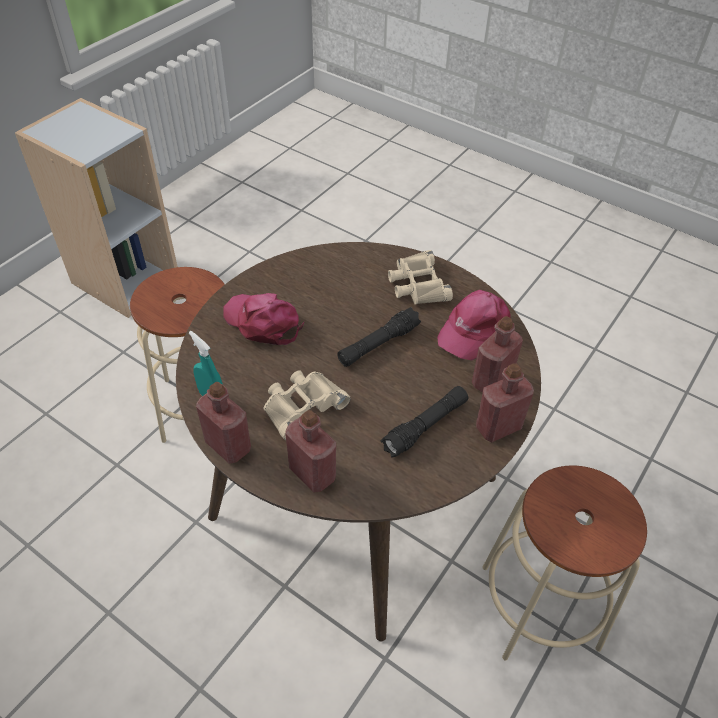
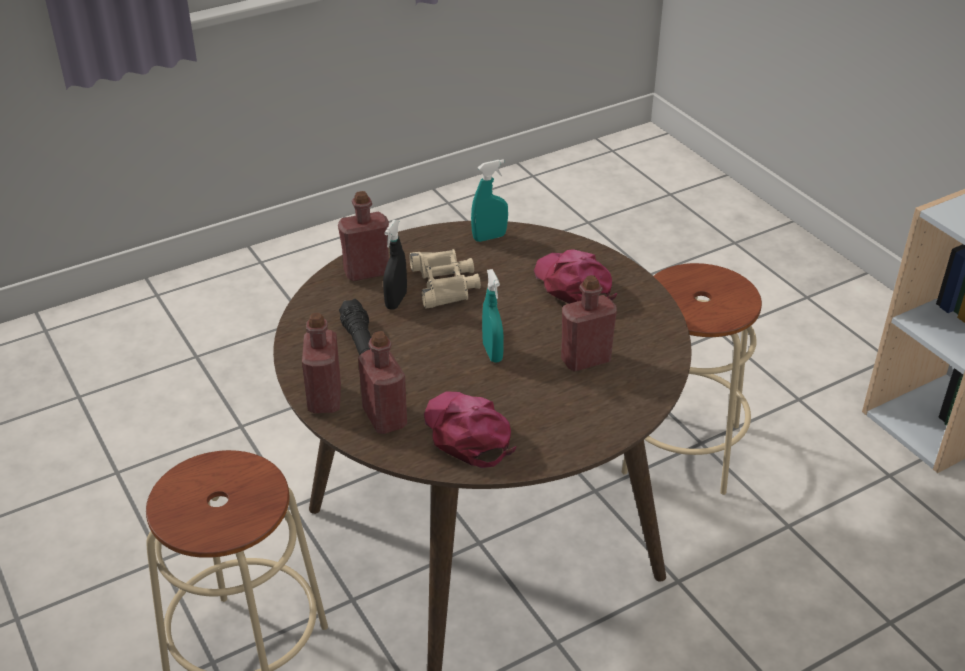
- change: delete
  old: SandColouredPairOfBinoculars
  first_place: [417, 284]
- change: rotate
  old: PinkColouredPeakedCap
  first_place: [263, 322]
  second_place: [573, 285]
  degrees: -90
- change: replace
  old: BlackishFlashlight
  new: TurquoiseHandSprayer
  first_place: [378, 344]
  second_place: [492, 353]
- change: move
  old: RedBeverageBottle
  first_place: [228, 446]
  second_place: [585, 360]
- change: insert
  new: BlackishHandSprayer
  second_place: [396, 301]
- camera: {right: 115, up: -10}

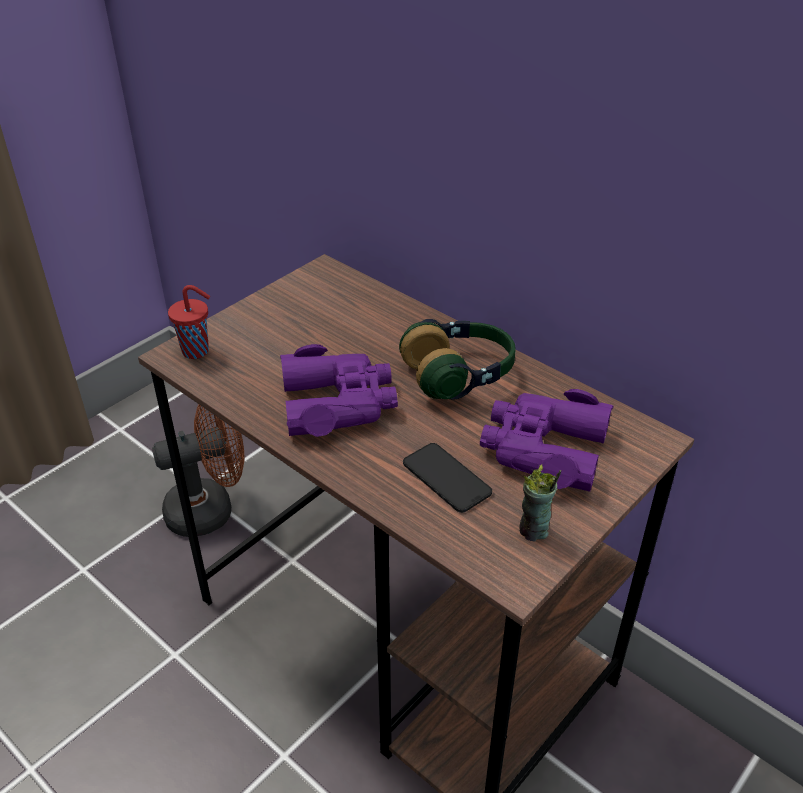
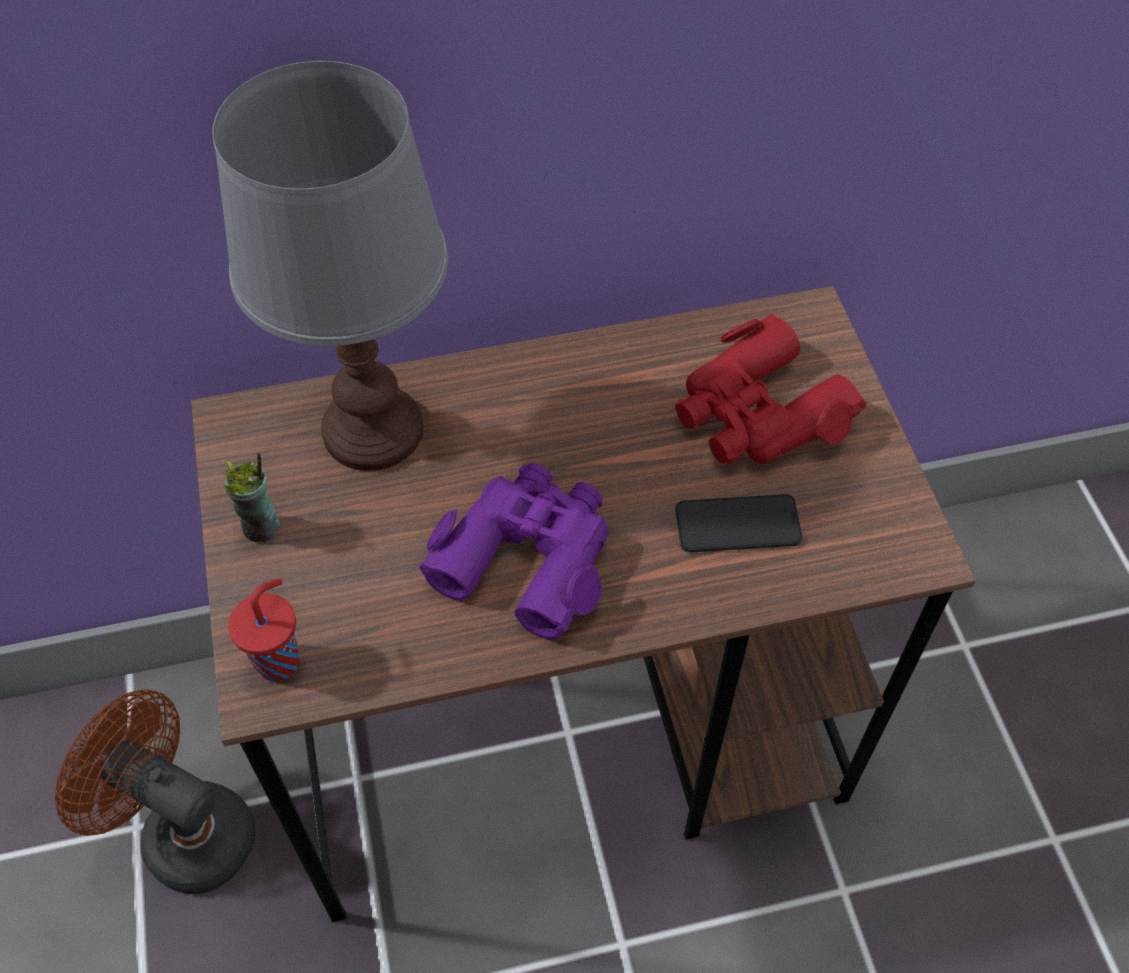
- change: delete
  old: Headphones
  first_place: [459, 375]
- change: recolor
  old: PurpleColouredPairOfBinoculars
  new: RedPairOfBinoculars
  first_place: [543, 449]
  second_place: [758, 413]
- change: rotate
  old: BrownColouredCoolingFan
  first_place: [210, 509]
  second_place: [184, 831]
  degrees: -75
- change: move
  old: DrinkingCup
  first_place: [533, 531]
  second_place: [262, 528]
- change: insert
  new: GreyTableLamp
  second_place: [372, 431]
- camera: {right: -55, up: 15}

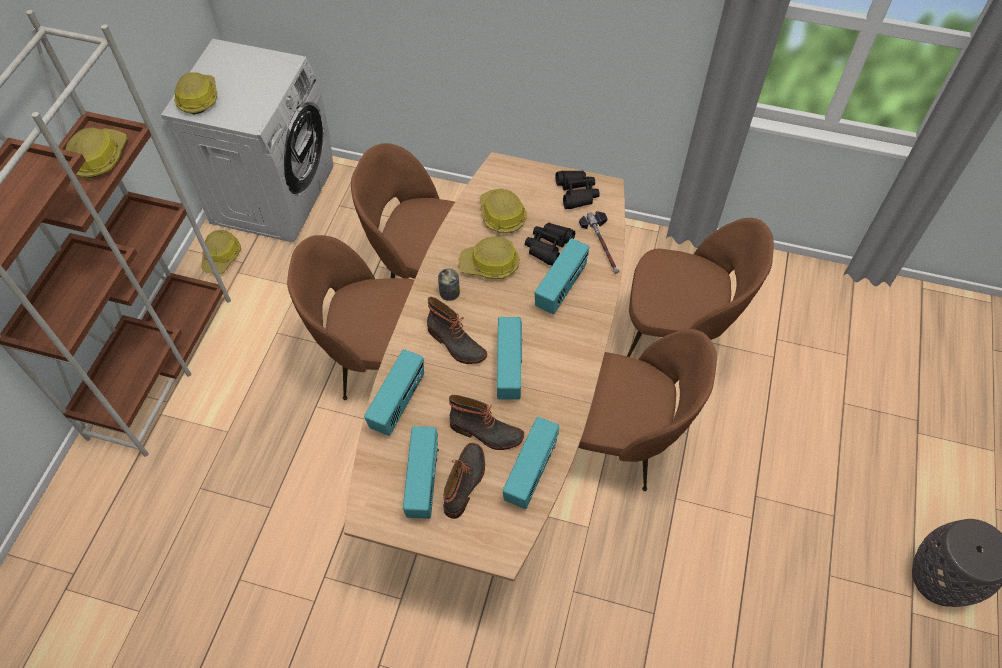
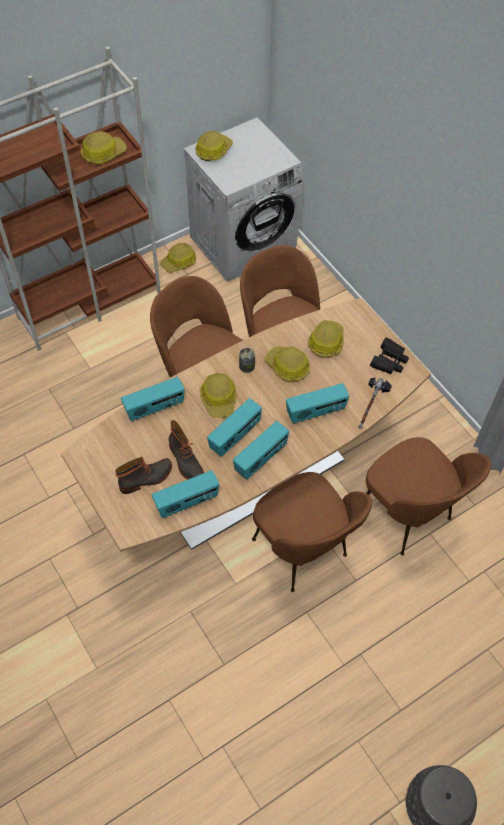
- change: delete
  old: BlackishPairOfBinoculars
  first_place: [548, 246]
- change: replace
  old: Boot
  new: HardHat
  first_place: [455, 344]
  second_place: [219, 399]
- change: move
  old: RadioSet
  first_place: [423, 482]
  second_place: [261, 459]
- camera: {right: 40, up: 0}

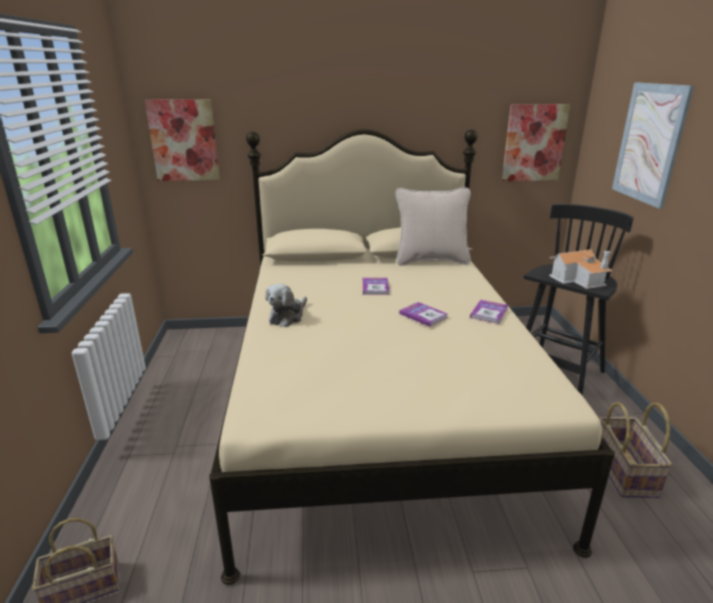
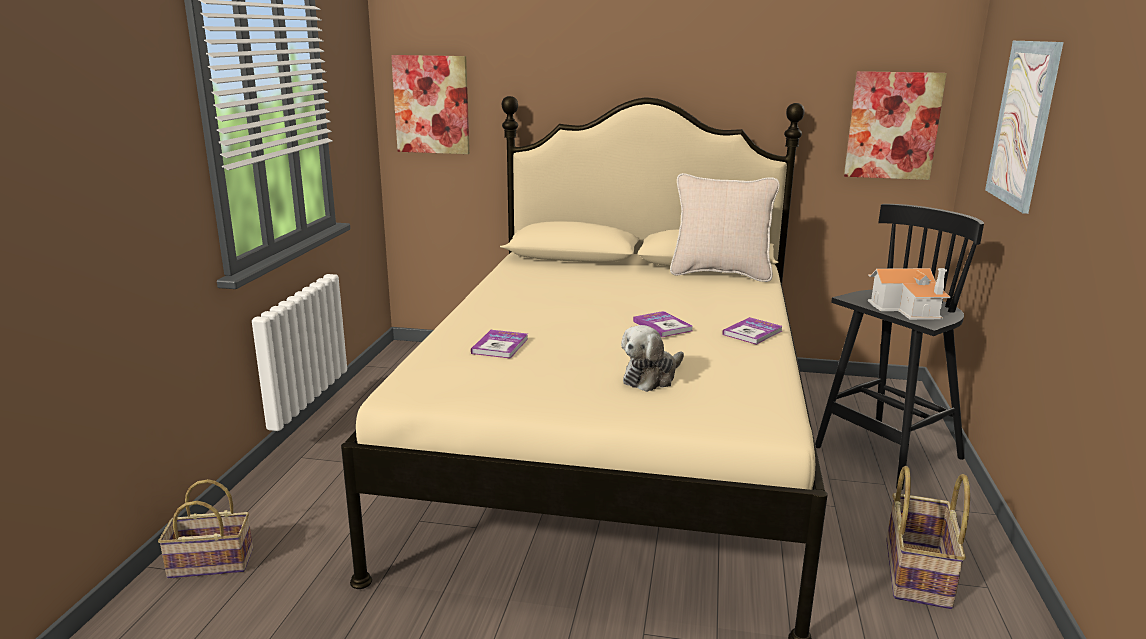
- change: move
  old: Book
  first_place: [375, 287]
  second_place: [500, 346]
- change: move
  old: CuddlyToy
  first_place: [287, 316]
  second_place: [651, 377]
- camera: {right: 15, up: -5}

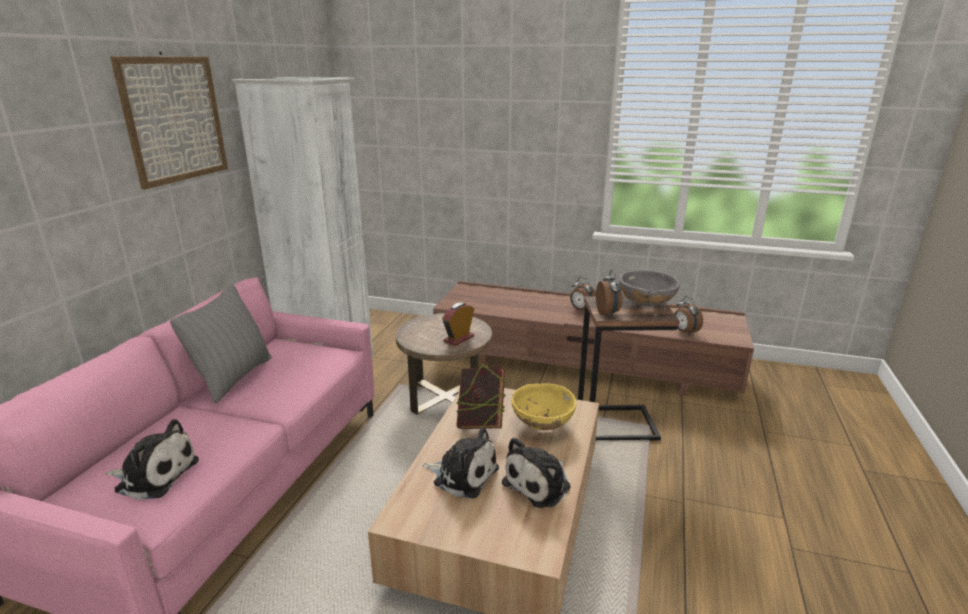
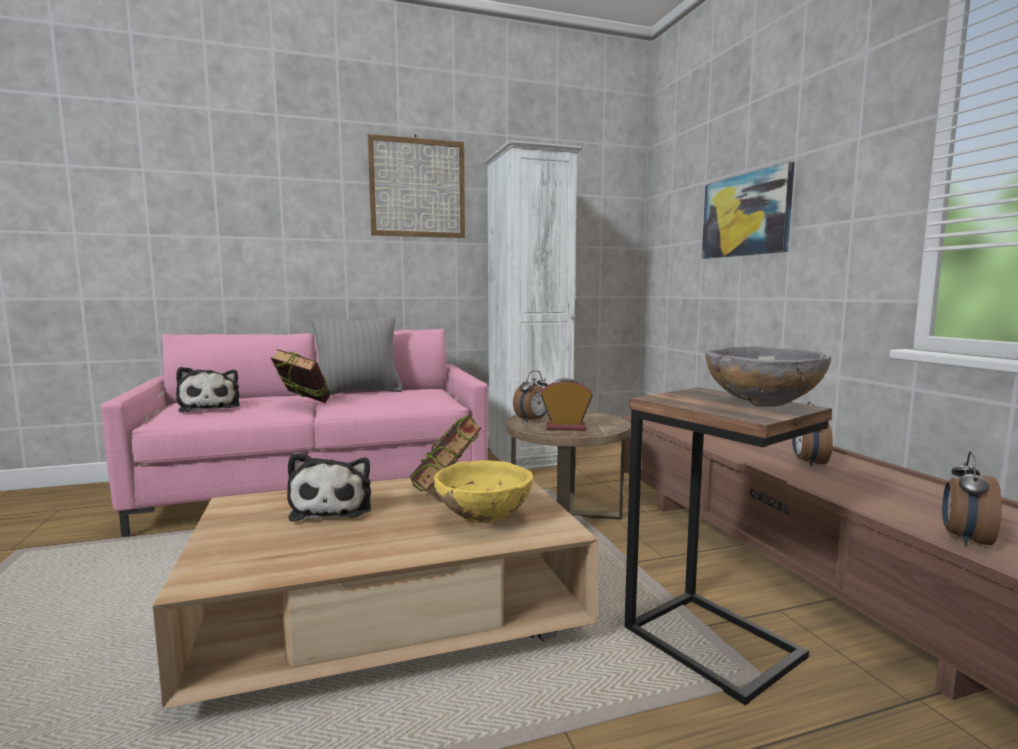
- change: move
  old: TableClock
  first_place: [608, 313]
  second_place: [533, 420]
- change: delete
  old: CuddlyToy
  first_place: [539, 484]
- change: insert
  new: Picture
  second_place: [745, 215]
- change: insert
  new: Book
  second_place: [303, 405]
- camera: {right: 55, up: -15}

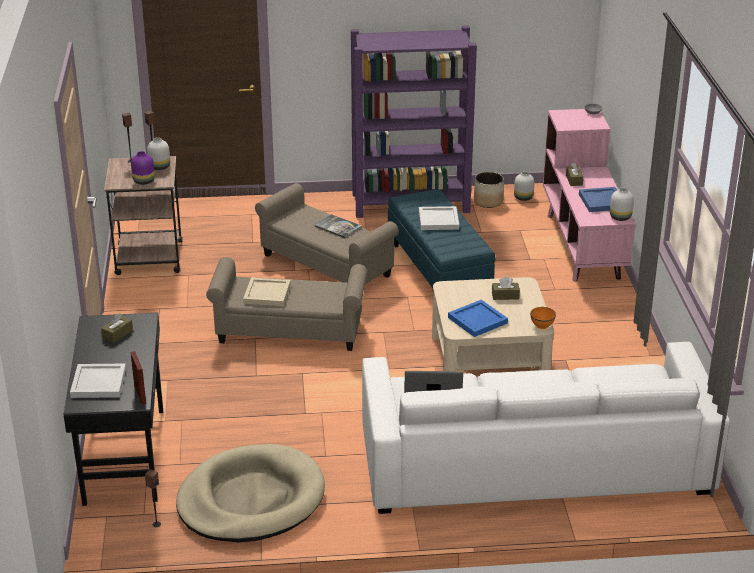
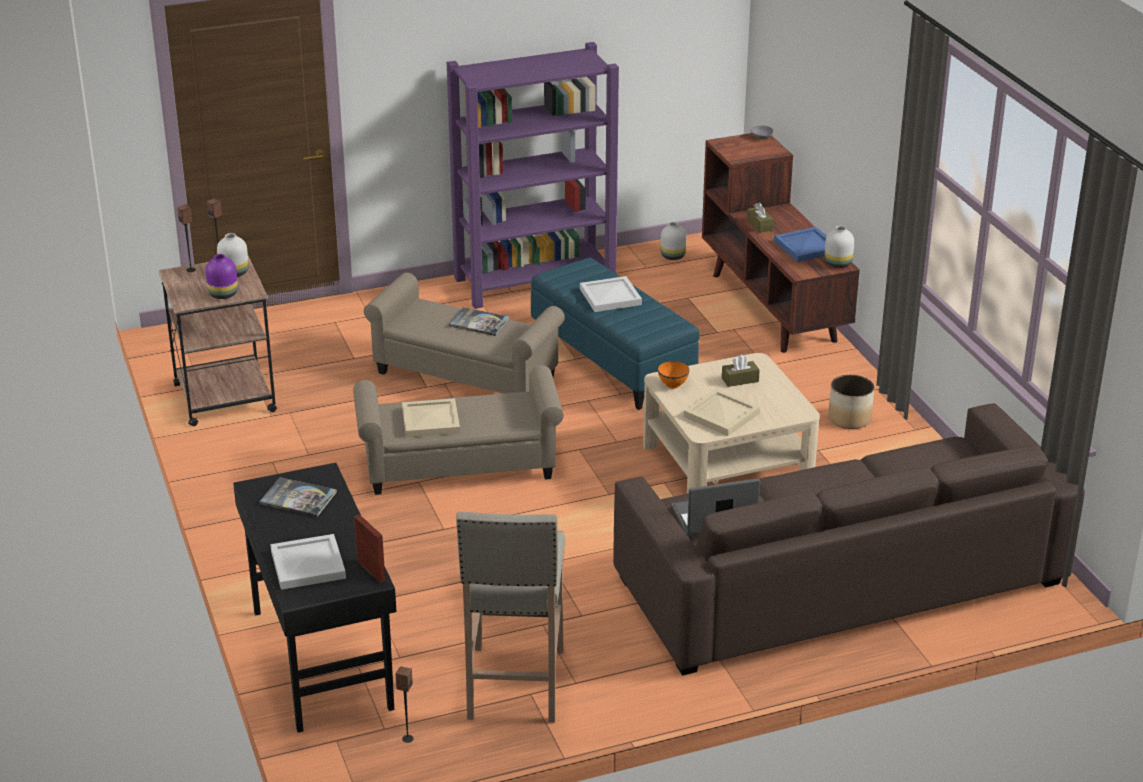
- change: recolor
  old: PinkColouredTvUnit
  new: BrownColouredTvUnit
  first_place: [583, 246]
  second_place: [775, 308]
- change: move
  old: FlowerPot
  first_place: [488, 202]
  second_place: [850, 419]
- change: recolor
  old: BlueServingTray
  new: SandColouredServingTray
  first_place: [478, 320]
  second_place: [723, 415]
- change: move
  old: OrangeyDeepDish
  first_place: [542, 326]
  second_place: [673, 385]
- change: replace
  old: BrownColouredTissueHolder
  new: Book
  first_place: [117, 334]
  second_place: [298, 498]
- change: recolor
  old: WhiteColouredSettee
  new: BrownColouredSettee
  first_place: [534, 462]
  second_place: [840, 580]
- change: replace
  old: SandColouredDogBed
  new: SandColouredSittingStool
  first_place: [251, 499]
  second_place: [514, 686]
- camera: {right: -15, up: 0}

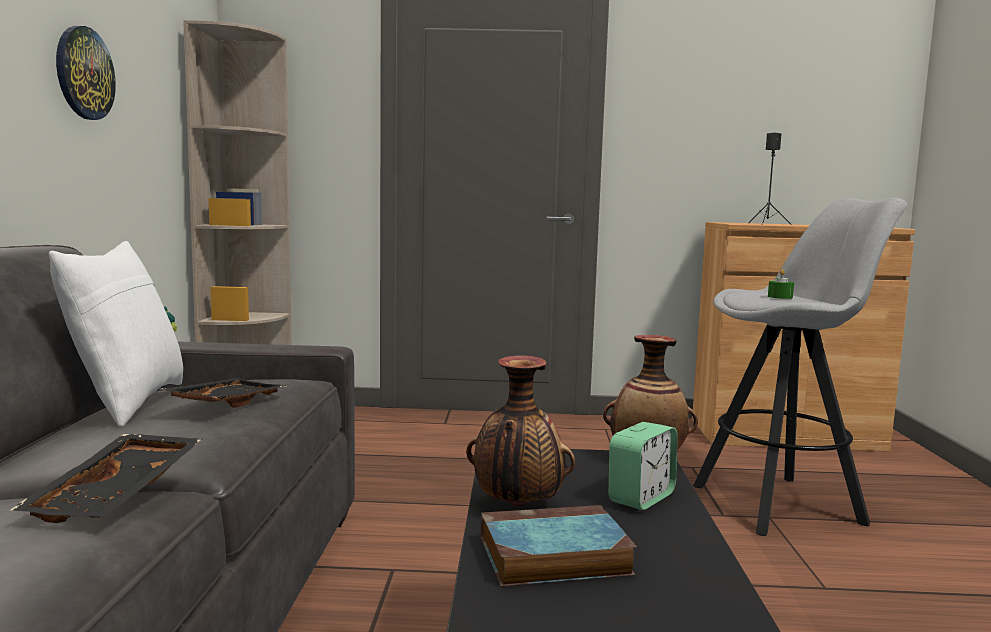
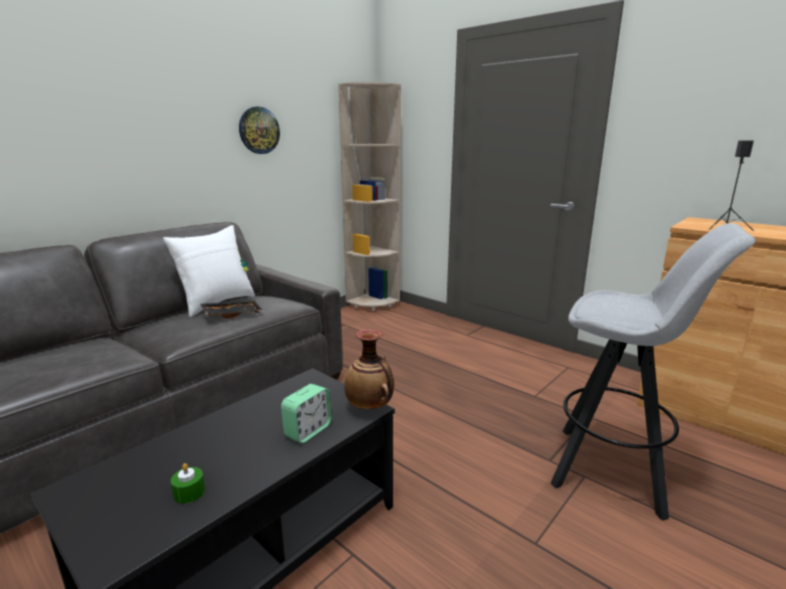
- change: move
  old: GreenWaxLight
  first_place: [780, 297]
  second_place: [189, 492]
- change: delete
  old: FlowerVase
  first_place: [517, 506]
- change: rotate
  old: TableClock
  first_place: [641, 498]
  second_place: [308, 431]
  degrees: -45
- change: delete
  old: BlackishServingTray
  first_place: [119, 495]
- change: delete
  old: Book
  first_place: [551, 556]
- camera: {right: 40, up: 10}

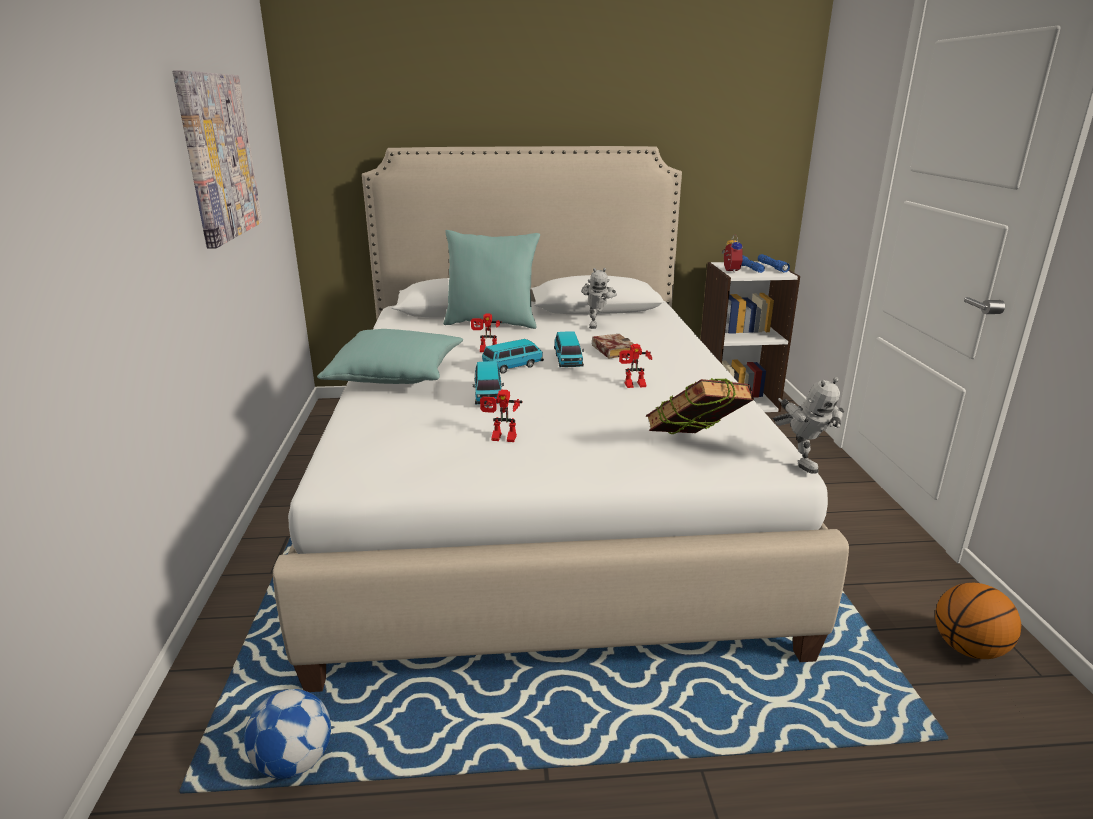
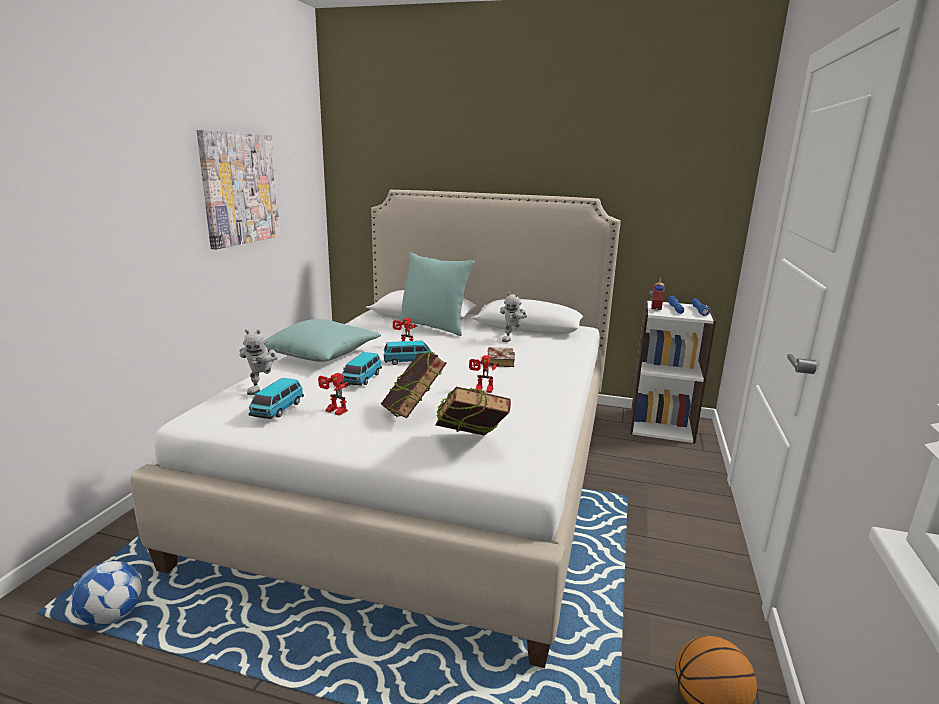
- change: move
  old: ModelCar
  first_place: [568, 361]
  second_place: [277, 409]
- change: move
  old: RobotFigure
  first_place: [800, 461]
  second_place: [262, 389]
- change: insert
  new: Book
  second_place: [413, 414]
- camera: {right: 20, up: -5}

